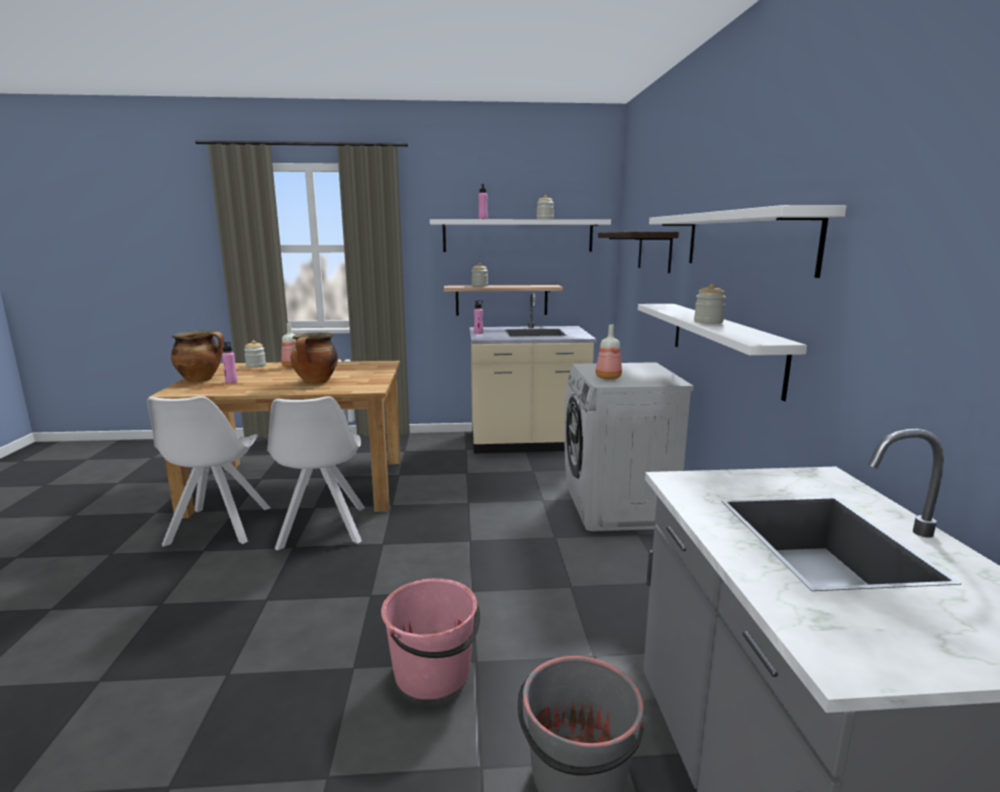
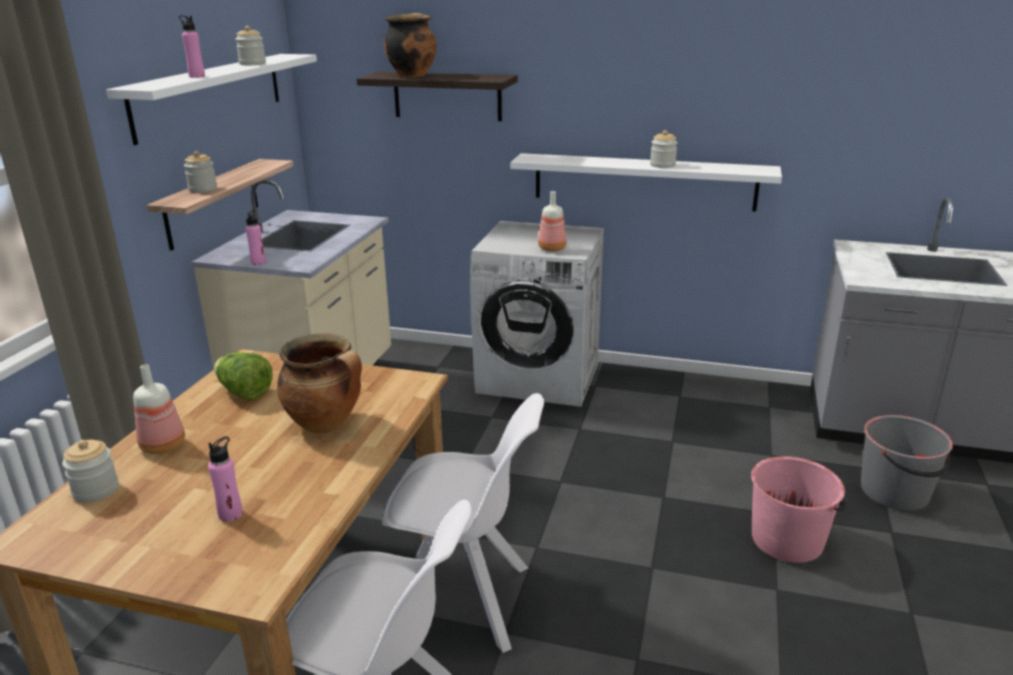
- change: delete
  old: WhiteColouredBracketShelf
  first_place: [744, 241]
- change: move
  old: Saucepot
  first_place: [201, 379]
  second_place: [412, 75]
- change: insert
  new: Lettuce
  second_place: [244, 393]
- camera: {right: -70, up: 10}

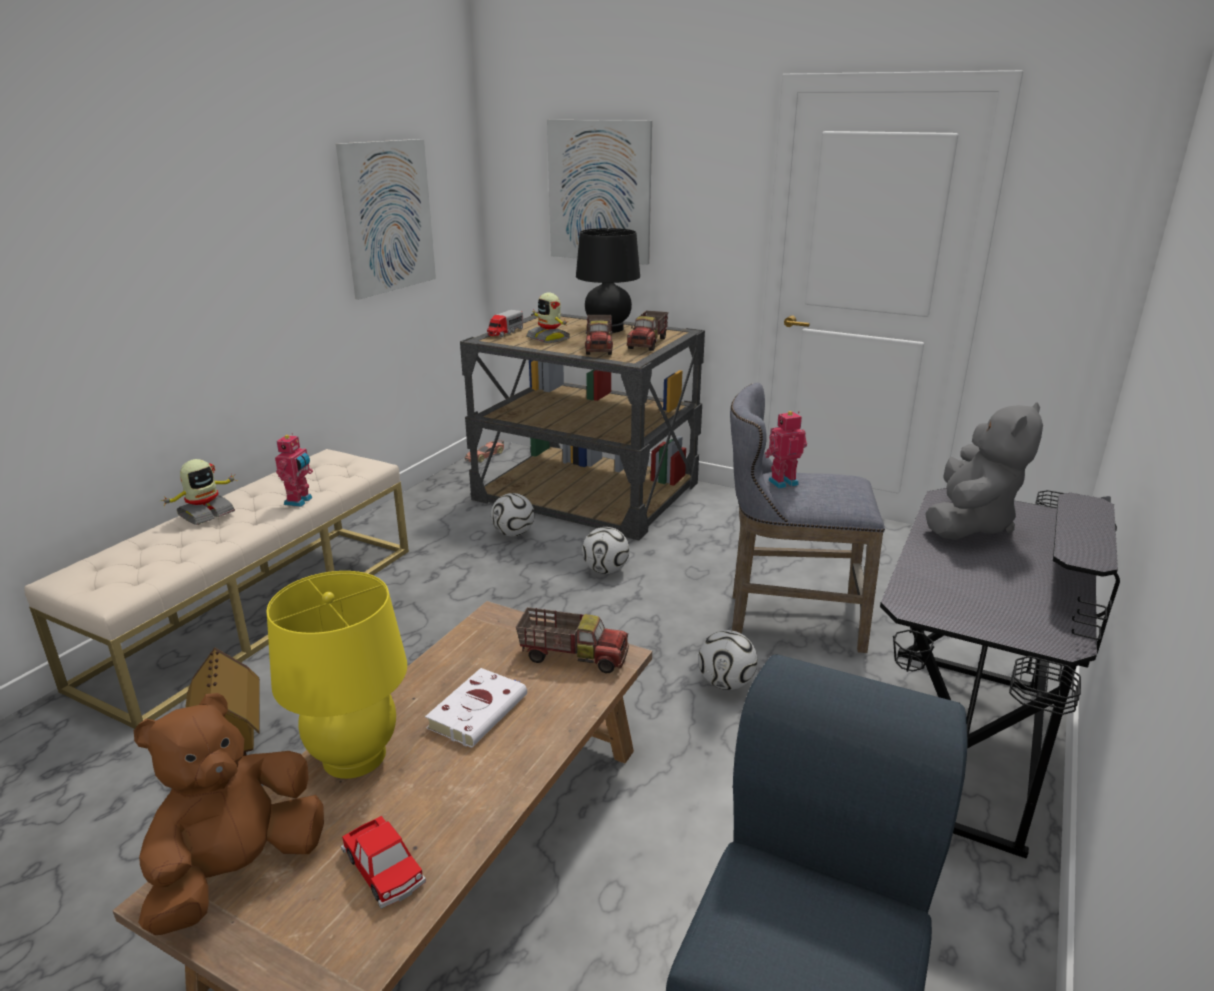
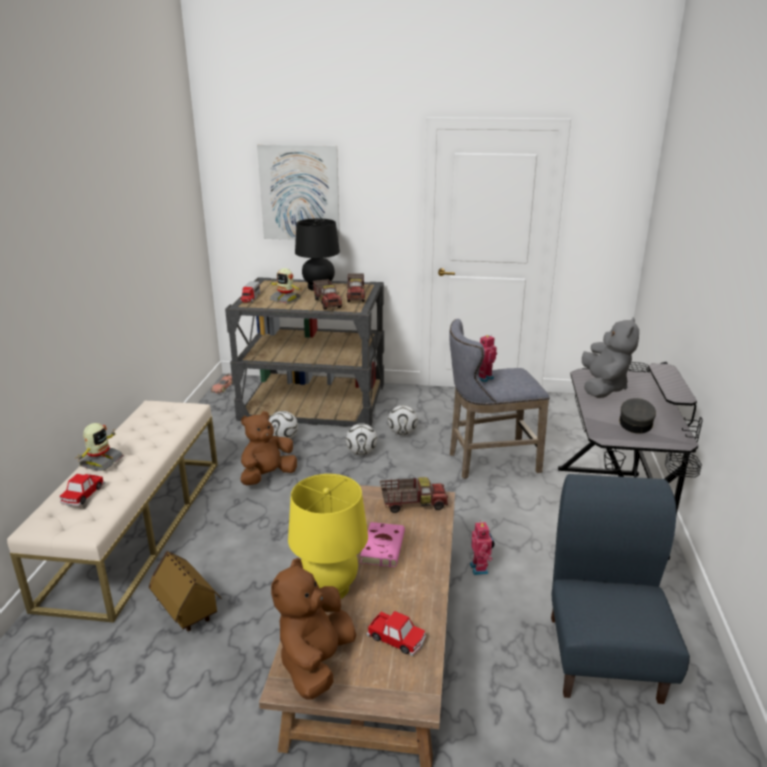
- change: delete
  old: Picture
  first_place: [388, 217]
- change: move
  old: RobotFigure
  first_place: [300, 501]
  second_place: [480, 568]
- change: move
  old: BallForFootball
  first_place: [725, 683]
  second_place: [402, 433]
- change: recolor
  old: WhiteColouredBook
  new: PinkColouredBook
  first_place: [479, 710]
  second_place: [382, 546]
- change: insert
  new: GreyPeakedCap
  second_place: [635, 423]
- change: insert
  new: BrownColouredCuddlyToy
  second_place: [267, 476]
- change: insert
  new: ModelCar
  second_place: [83, 494]
- camera: {right: -20, up: 0}

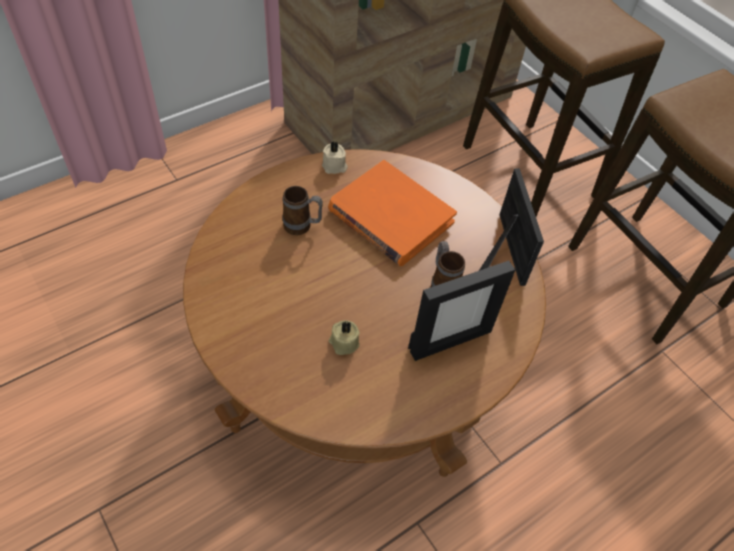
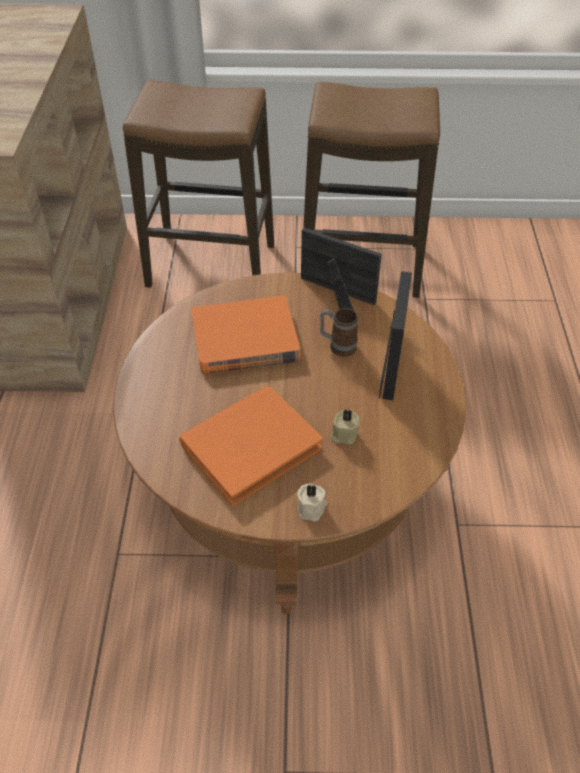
- change: move
  old: SandColouredWaxLight
  first_place: [334, 167]
  second_place: [312, 508]
- change: delete
  old: Mug
  first_place: [302, 227]
- change: insert
  new: OrangeyBook
  second_place: [250, 446]
- camera: {right: -50, up: -5}

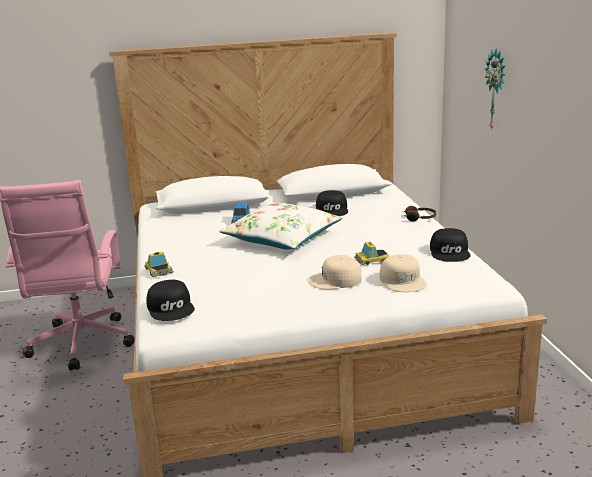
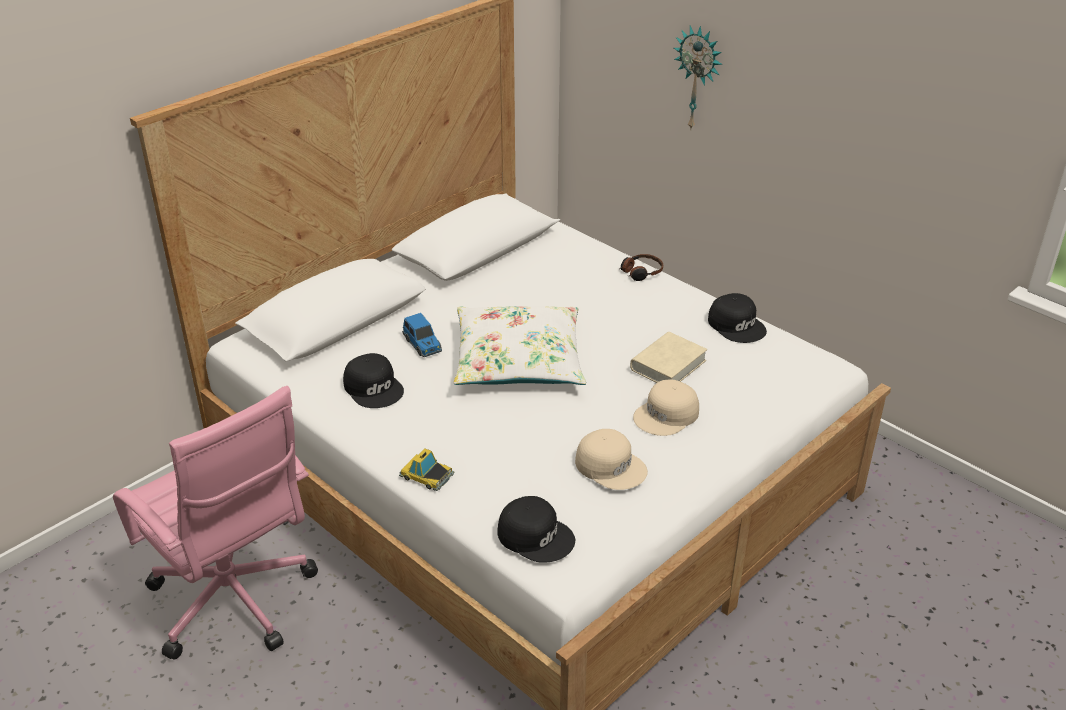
- change: move
  old: BlackishPeakedCap
  first_place: [332, 210]
  second_place: [374, 387]
- change: replace
  old: ModelCar
  new: SandColouredBook
  first_place: [372, 259]
  second_place: [668, 365]
- change: move
  old: SandColouredPeakedCap
  first_place: [403, 280]
  second_place: [611, 466]
- camera: {right: -35, up: 15}

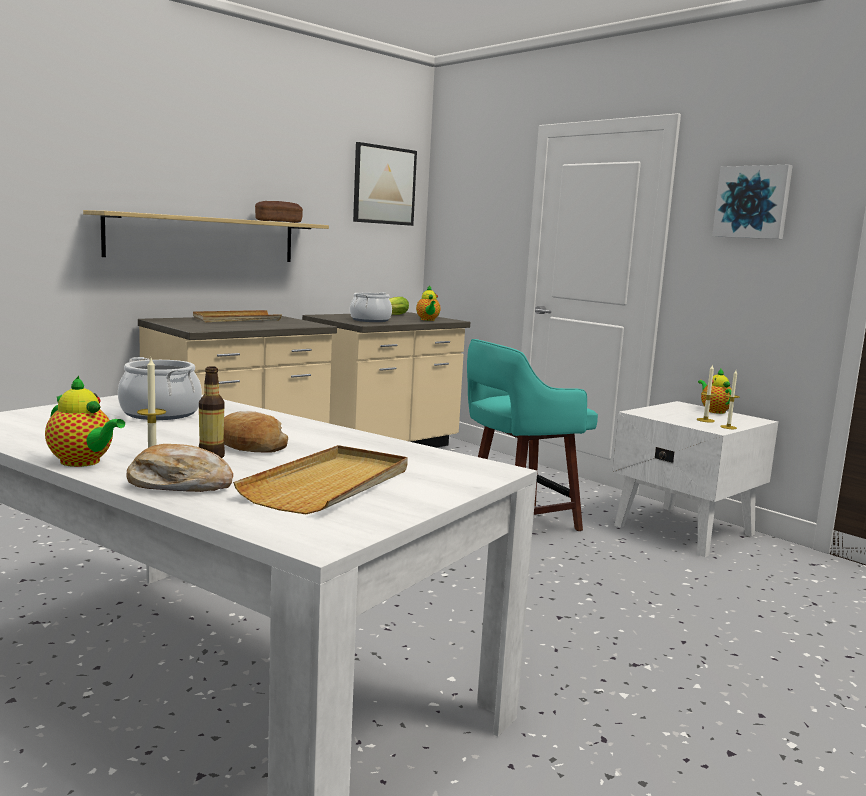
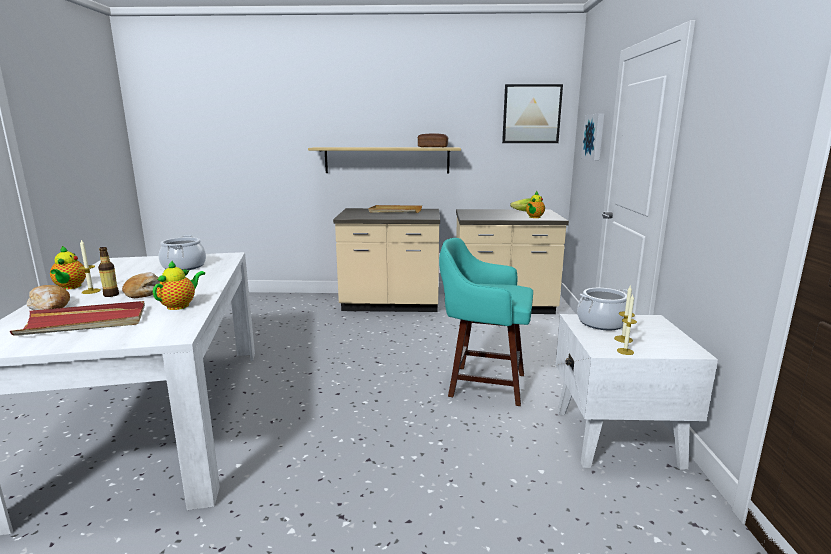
- change: move
  old: Picture
  first_place: [753, 202]
  second_place: [594, 137]
- change: move
  old: Saucepot
  first_place: [370, 320]
  second_place: [602, 323]
- change: move
  old: PotForTea
  first_place: [714, 411]
  second_place: [180, 305]
- change: recolor
  old: SandColouredServingTray
  new: RedServingTray
  first_place: [330, 484]
  second_place: [85, 322]
- camera: {right: 45, up: 5}

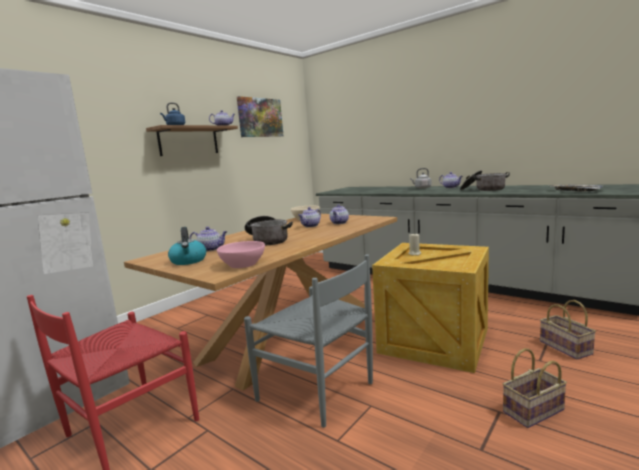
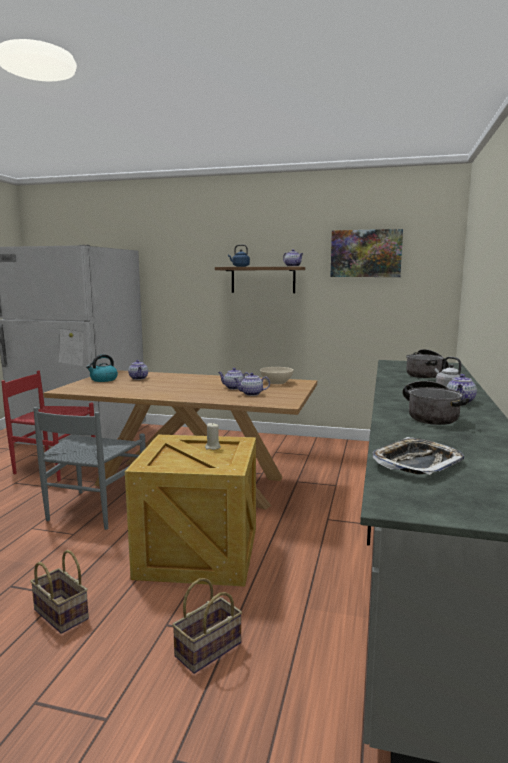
- change: move
  old: Saucepot
  first_place: [268, 240]
  second_place: [426, 374]
- change: delete
  old: PinkColouredDeepDish
  first_place: [243, 264]
- camera: {right: 65, up: 0}

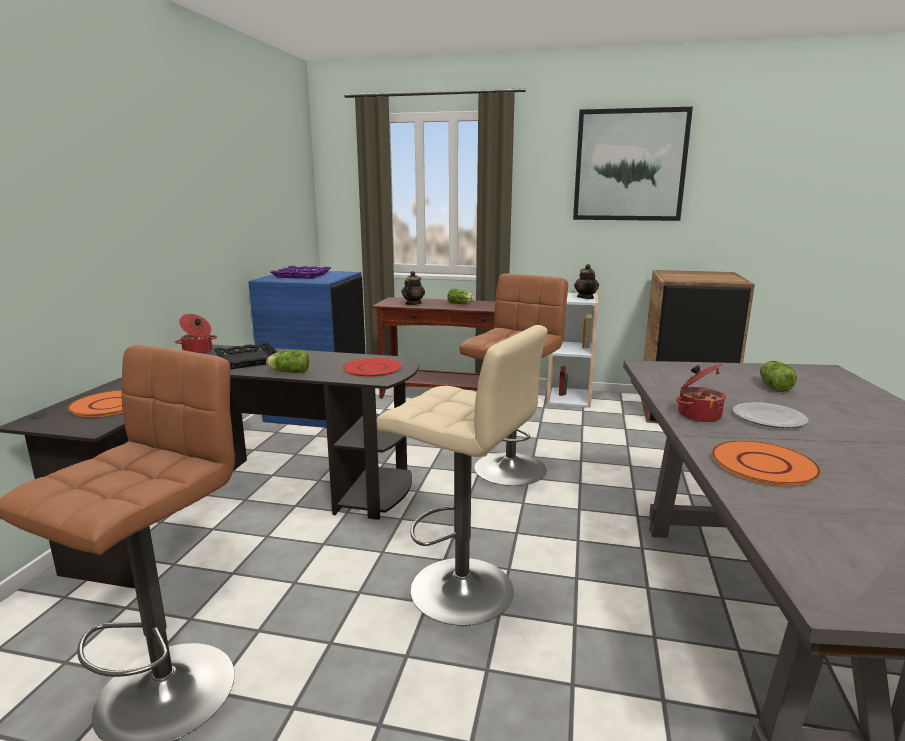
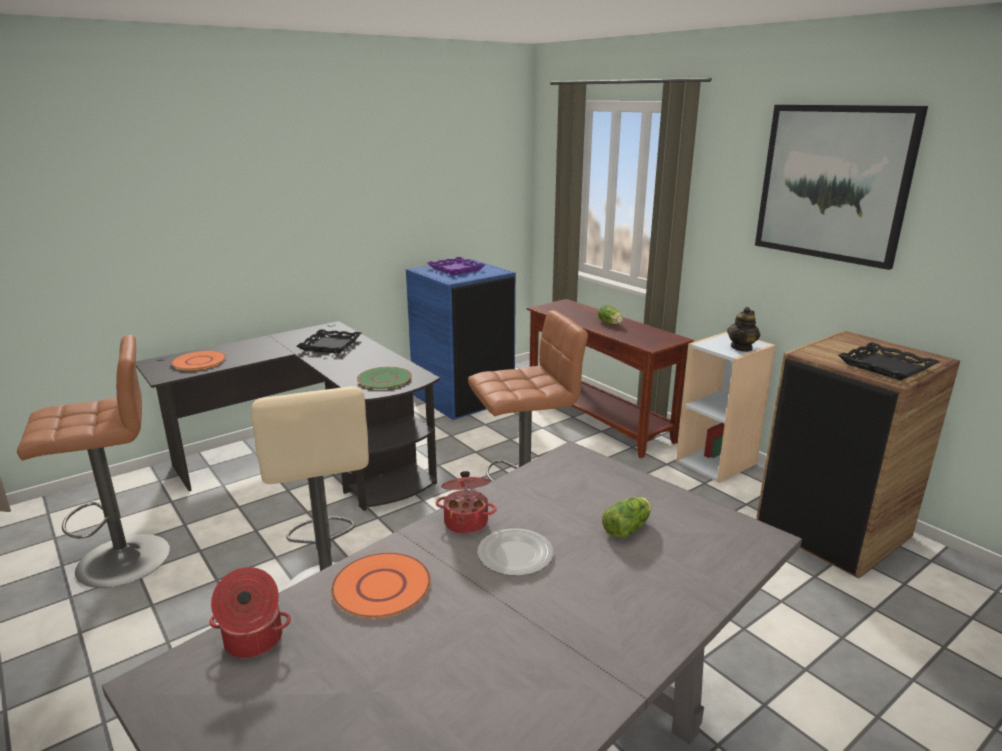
- change: delete
  old: PotForTea
  first_place: [413, 304]
- change: move
  old: Saucepot
  first_place: [198, 351]
  second_place: [253, 641]
- change: delete
  old: Lettuce
  first_place: [288, 372]
- change: recolor
  old: RedDinnerPlate
  new: GreenDinnerPlate
  first_place: [372, 368]
  second_place: [384, 379]
- change: insert
  new: BlackishServingTray
  second_place: [886, 366]
- camera: {right: 40, up: 5}

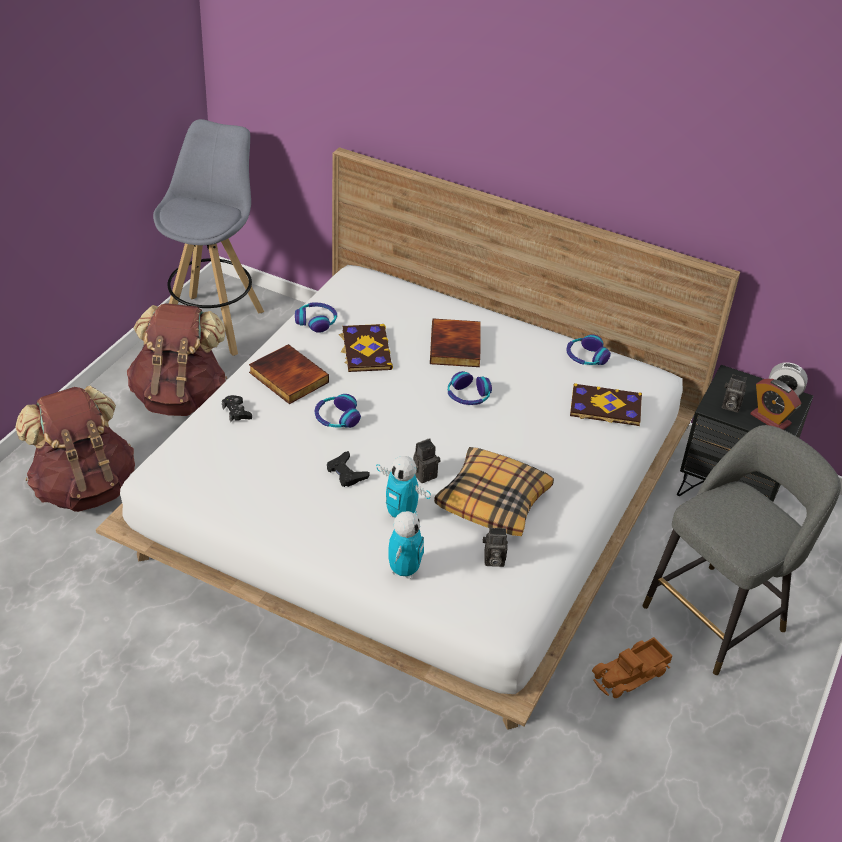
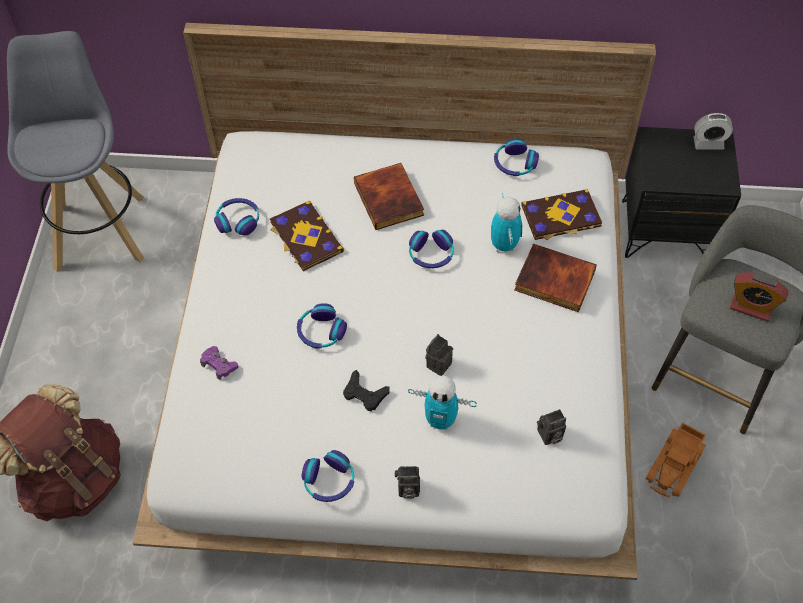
- change: delete
  old: BrownColouredKnapsack
  first_place: [180, 397]
- change: move
  old: Book
  first_place: [287, 378]
  second_place: [553, 281]
- change: move
  old: StillCamera
  first_place: [729, 406]
  second_place: [407, 489]
- change: move
  old: TableClock
  first_place: [770, 419]
  second_place: [751, 307]
- change: recolor
  old: BlackishJoypad
  new: PurpleColouredJoypad
  first_place: [236, 412]
  second_place: [219, 365]
- change: delete
  old: Cushion
  first_place: [493, 500]
- change: move
  old: RobotFigure
  first_place: [404, 570]
  second_place: [504, 245]
- change: insert
  new: Headphones
  second_place: [329, 481]
- camera: {right: -20, up: 15}

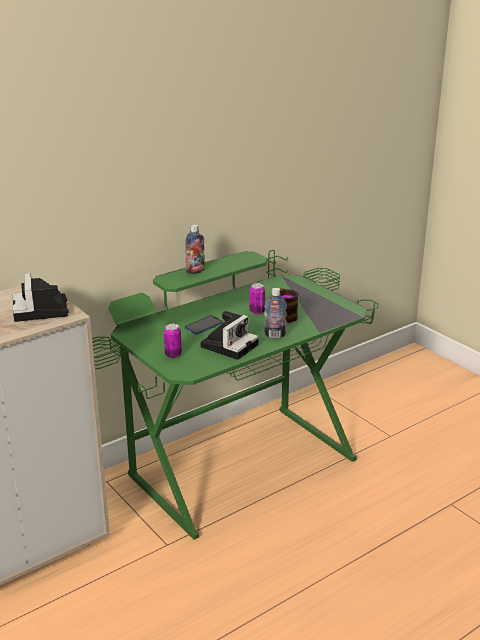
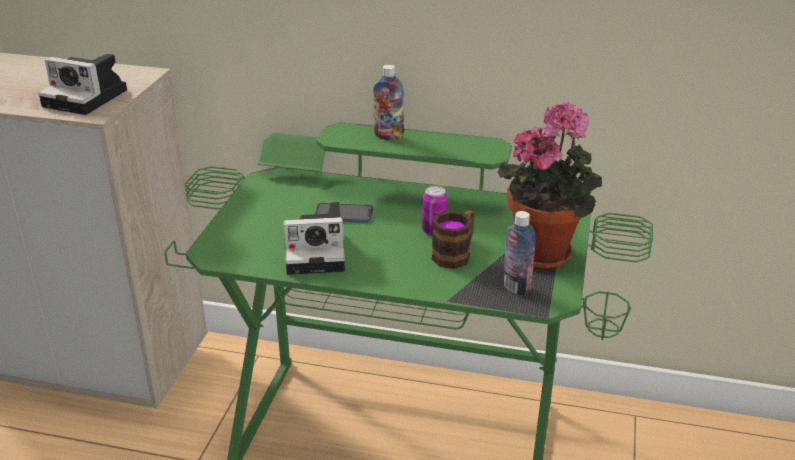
- change: rotate
  old: StillCamera
  first_place: [41, 311]
  second_place: [88, 98]
  degrees: -105
- change: move
  old: BeverageBottle
  first_place: [275, 335]
  second_place: [516, 287]
- change: delete
  old: SealedCan
  first_place: [173, 355]
- change: insert
  new: Houseplant
  second_place: [545, 252]
- camera: {right: 50, up: 5}

